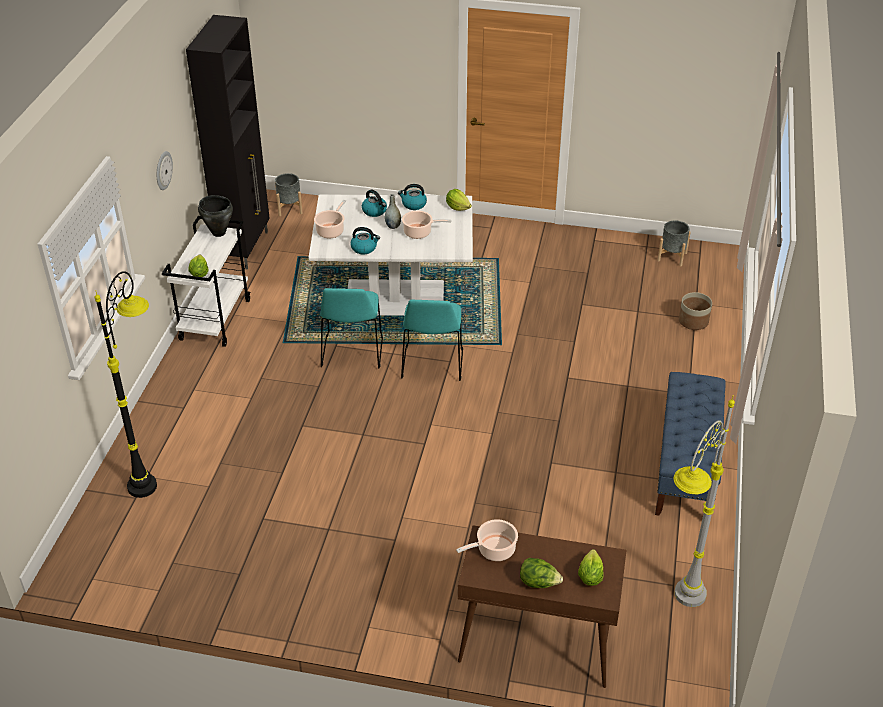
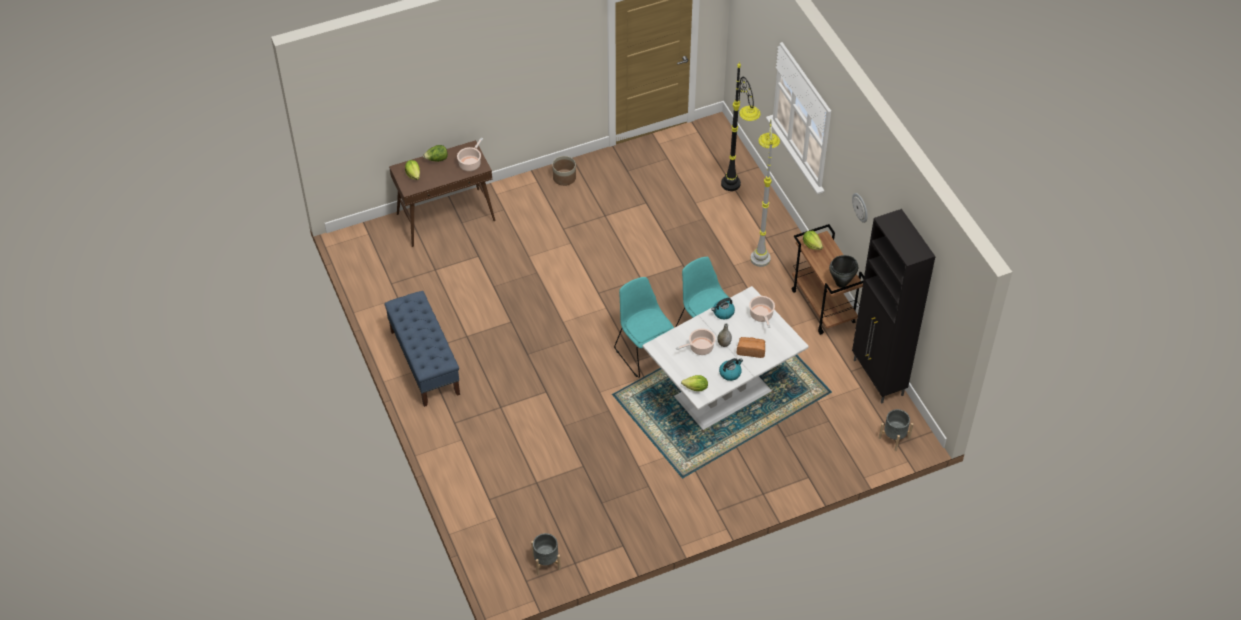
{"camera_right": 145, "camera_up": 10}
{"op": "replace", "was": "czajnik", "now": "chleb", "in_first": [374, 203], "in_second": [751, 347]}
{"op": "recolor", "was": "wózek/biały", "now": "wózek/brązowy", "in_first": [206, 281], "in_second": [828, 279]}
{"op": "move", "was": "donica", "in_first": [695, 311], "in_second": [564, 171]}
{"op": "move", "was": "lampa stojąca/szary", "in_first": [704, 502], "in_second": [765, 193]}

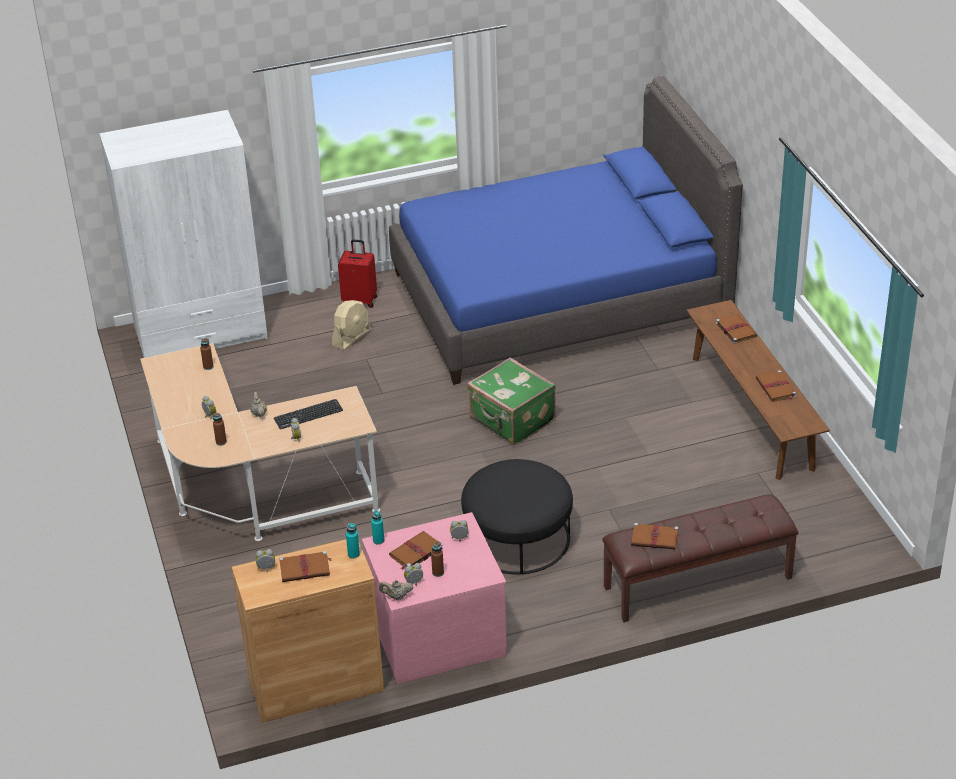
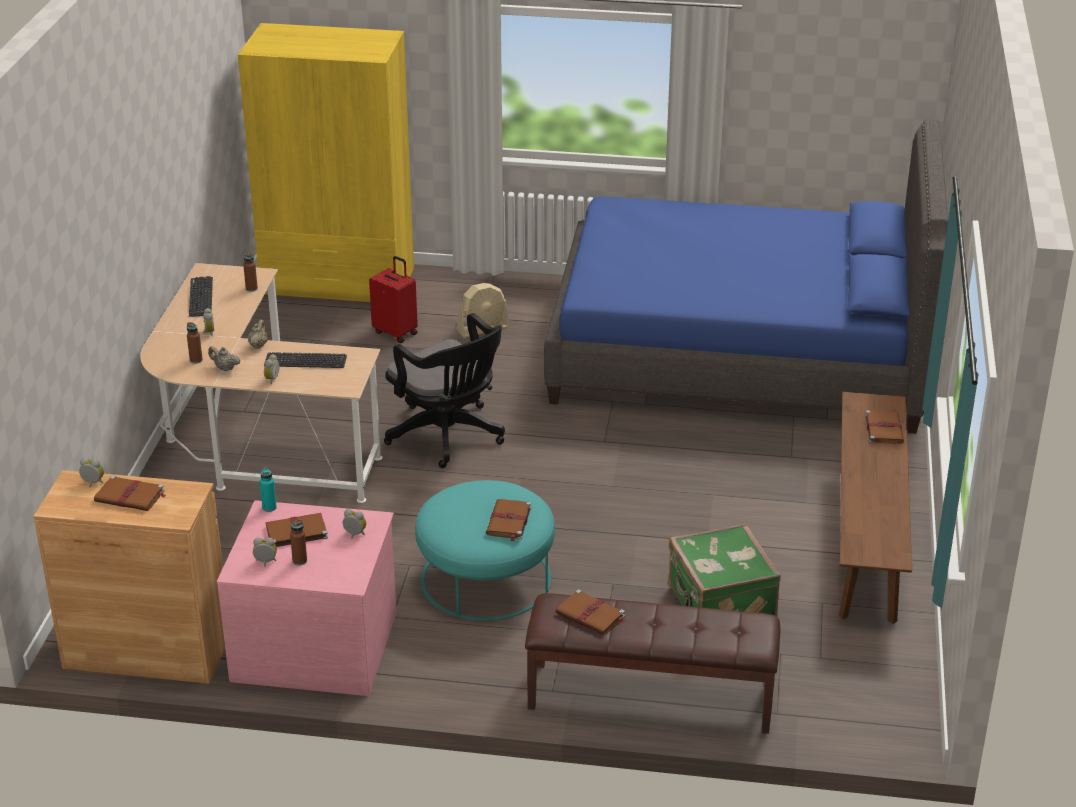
{"camera_right": 25, "camera_up": -5}
{"op": "recolor", "was": "szafa/biały", "now": "szafa/żółty", "in_first": [183, 234], "in_second": [326, 162]}
{"op": "move", "was": "walizka/czerwony", "in_first": [358, 273], "in_second": [393, 299]}
{"op": "move", "was": "walizka/zielony", "in_first": [511, 401], "in_second": [724, 570]}
{"op": "move", "was": "książka/brązowy", "in_first": [776, 386], "in_second": [509, 520]}
{"op": "recolor", "was": "pufa/czarny", "now": "pufa/turkusowy", "in_first": [517, 516], "in_second": [485, 550]}
{"op": "delete", "was": "butelka/turkusowy", "in_first": [353, 540]}
{"op": "move", "was": "imbryk/beżowy", "in_first": [396, 590], "in_second": [224, 358]}
{"op": "insert", "now": "klawiatura", "in_second": [201, 296]}
{"op": "insert", "now": "krzesło biurowe/czarny", "in_second": [444, 390]}

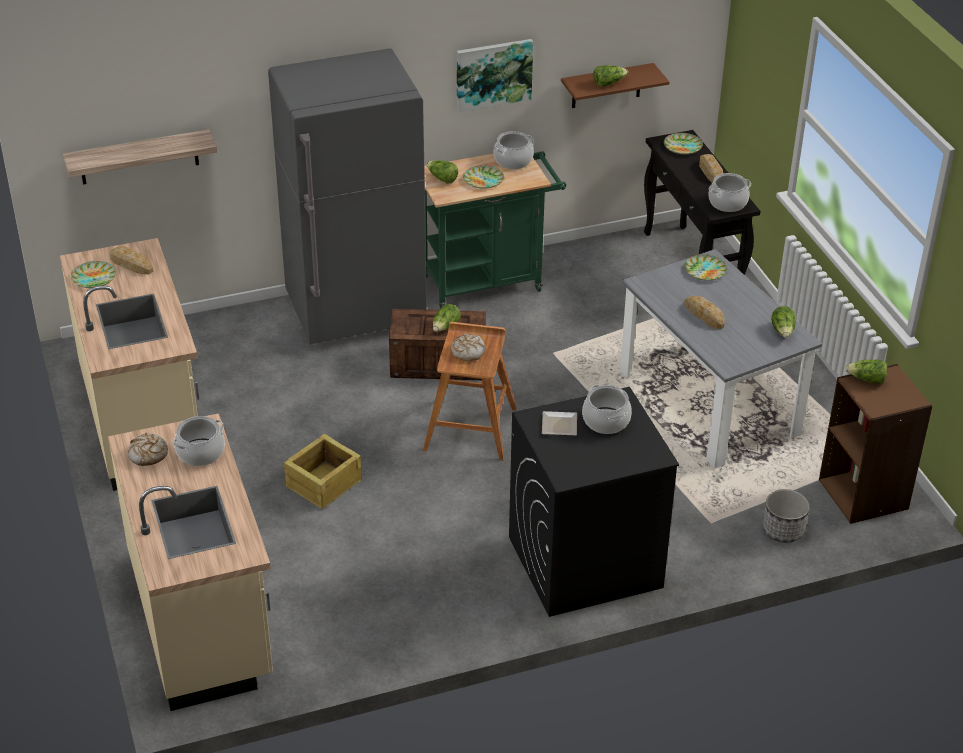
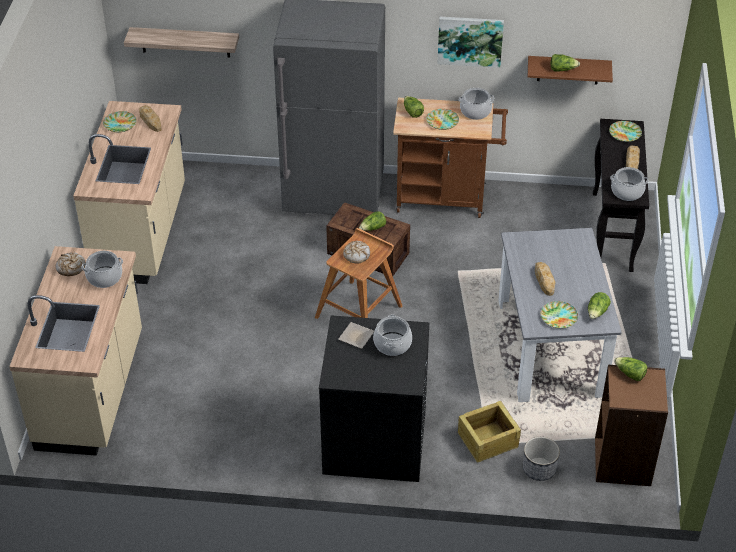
{"camera_right": 25, "camera_up": 5}
{"op": "recolor", "was": "wózek/zielony", "now": "wózek/brązowy", "in_first": [495, 230], "in_second": [450, 158]}
{"op": "move", "was": "talerz", "in_first": [706, 267], "in_second": [559, 315]}
{"op": "move", "was": "skrzynka", "in_first": [322, 471], "in_second": [489, 431]}

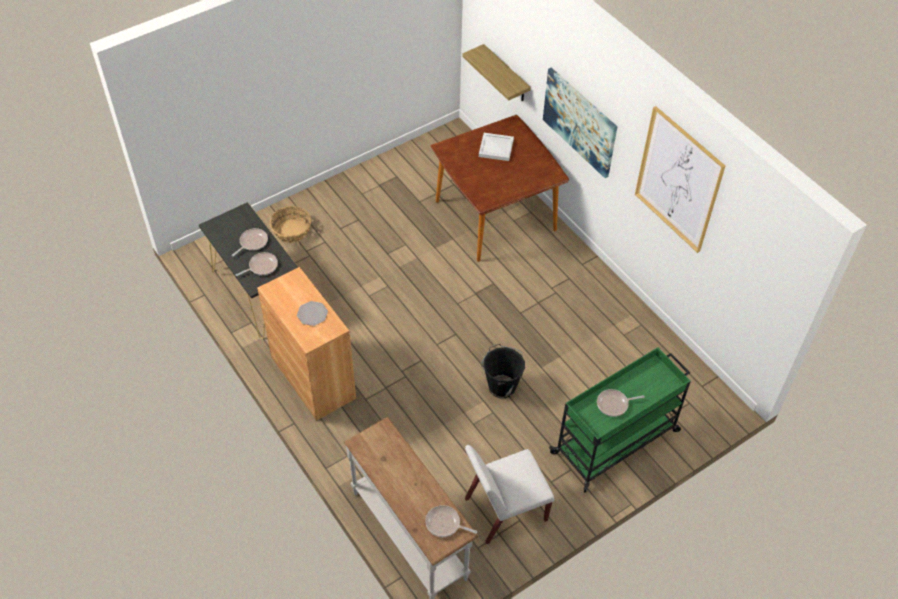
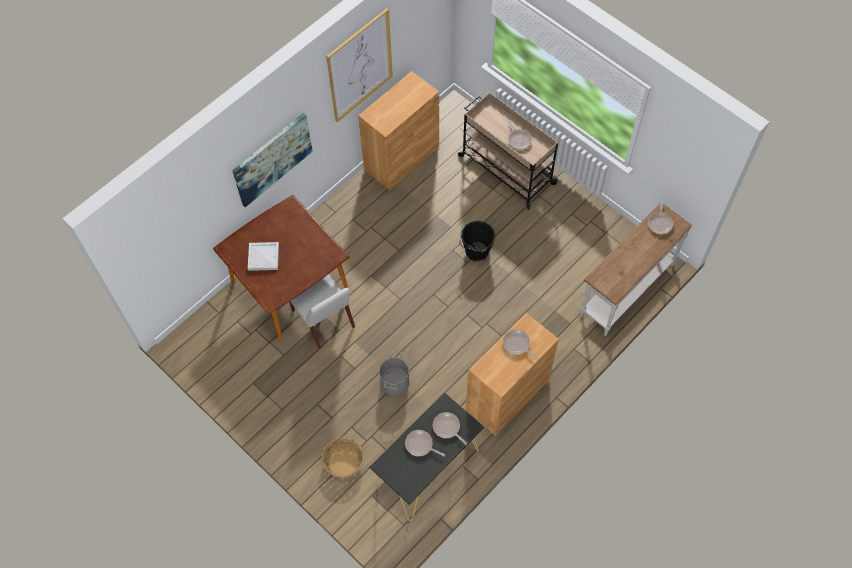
{"camera_right": -100, "camera_up": 10}
{"op": "delete", "was": "półka", "in_first": [496, 72]}
{"op": "replace", "was": "talerz", "now": "patelnia", "in_first": [312, 313], "in_second": [520, 344]}
{"op": "recolor", "was": "wózek/zielony", "now": "wózek/beżowy", "in_first": [620, 420], "in_second": [508, 151]}
{"op": "move", "was": "krzesło/biały", "in_first": [509, 494], "in_second": [322, 311]}
{"op": "insert", "now": "szafka/brązowy", "in_second": [398, 130]}
{"op": "insert", "now": "wiadro/szary", "in_second": [394, 373]}

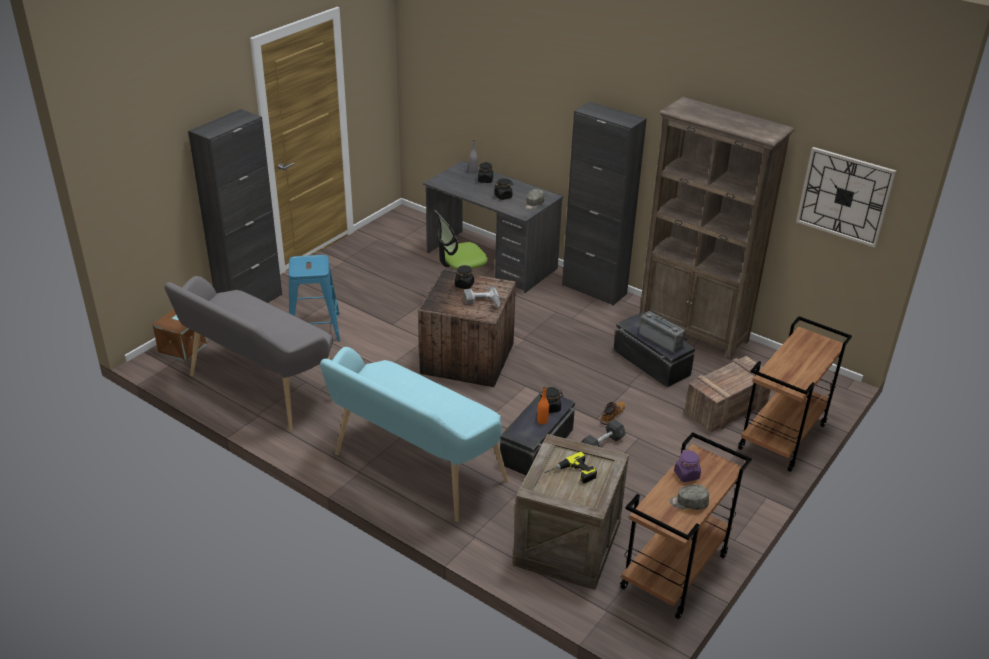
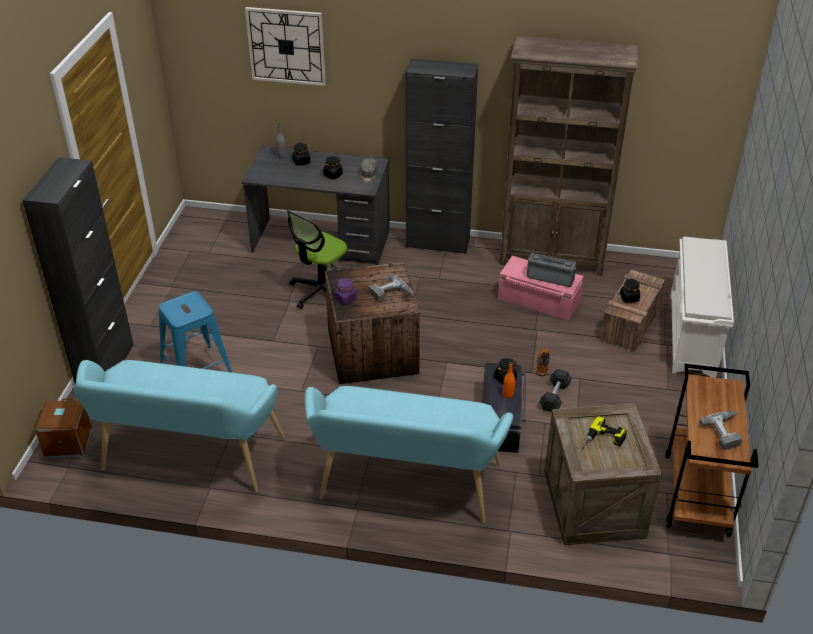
{"camera_right": -25, "camera_up": 5}
{"op": "move", "was": "zegar ścienny", "in_first": [846, 197], "in_second": [285, 46]}
{"op": "move", "was": "słoik/czarny", "in_first": [464, 277], "in_second": [630, 291]}
{"op": "recolor", "was": "ławka/szary", "now": "ławka/turkusowy", "in_first": [248, 354], "in_second": [179, 426]}
{"op": "recolor", "was": "pojemnik do przechowywania/czarny", "now": "pojemnik do przechowywania/różowy", "in_first": [654, 350], "in_second": [541, 288]}
{"op": "replace", "was": "wózek/brązowy", "now": "regał na buty/biały", "in_first": [795, 394], "in_second": [702, 307]}
{"op": "move", "was": "słoik/fioletowy", "in_first": [687, 465], "in_second": [345, 291]}
{"op": "replace", "was": "czapka z daszkiem/szary", "now": "wiertarka", "in_first": [689, 497], "in_second": [721, 430]}

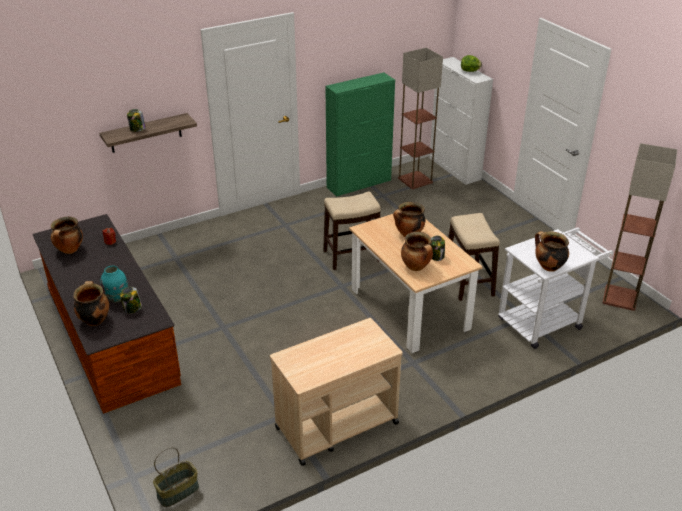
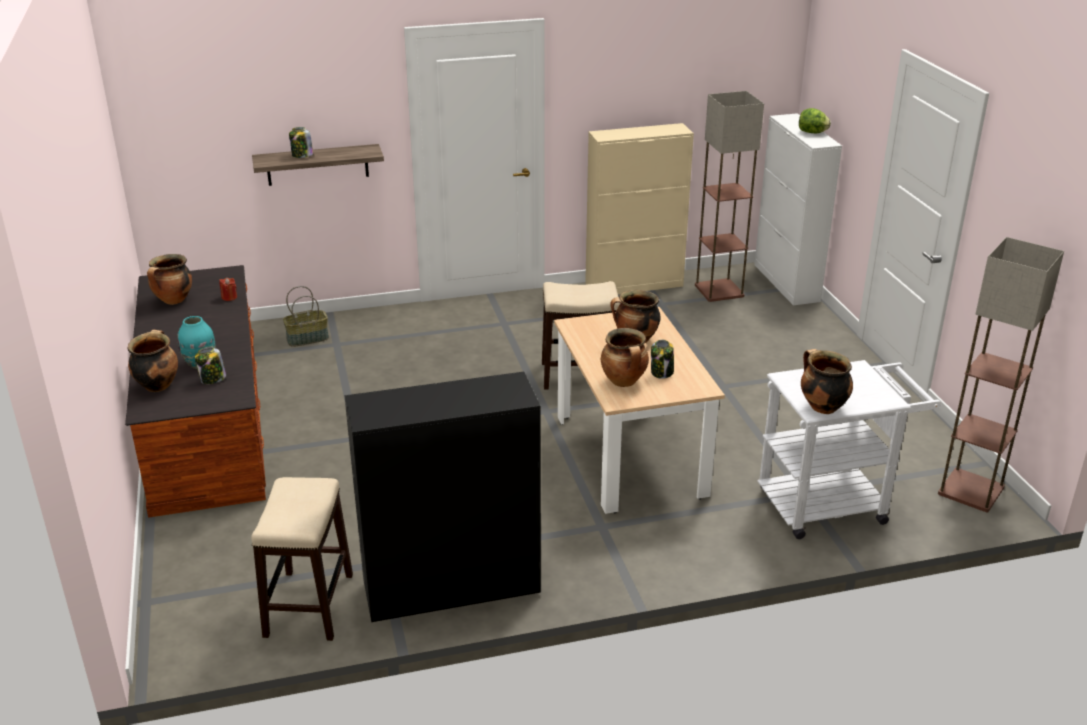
{"camera_right": 15, "camera_up": -5}
{"op": "recolor", "was": "szafka/zielony", "now": "szafka/beżowy", "in_first": [360, 134], "in_second": [639, 208]}
{"op": "move", "was": "stołek", "in_first": [474, 257], "in_second": [302, 559]}
{"op": "replace", "was": "wózek/beżowy", "now": "szafka/czarny", "in_first": [336, 392], "in_second": [443, 497]}
{"op": "move", "was": "koszyk", "in_first": [176, 477], "in_second": [306, 316]}

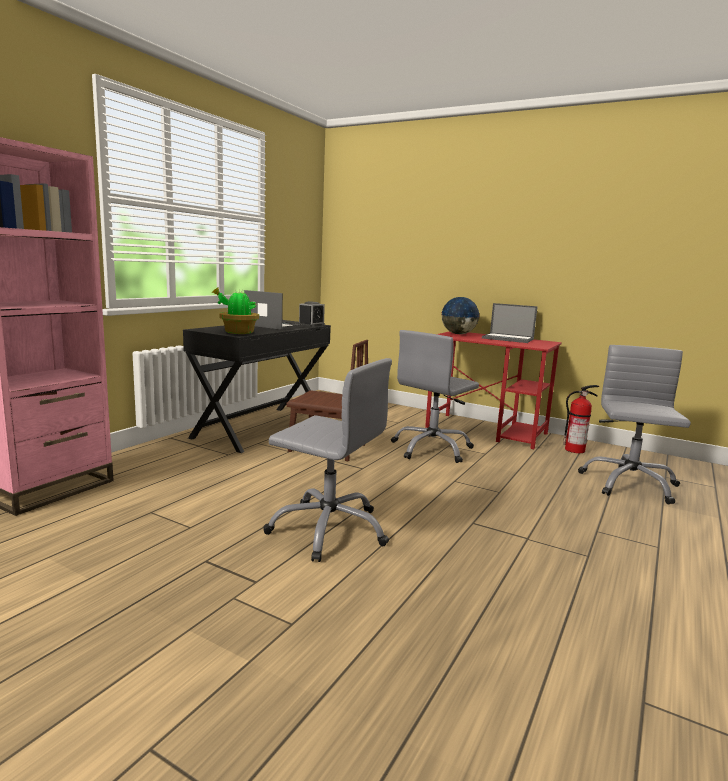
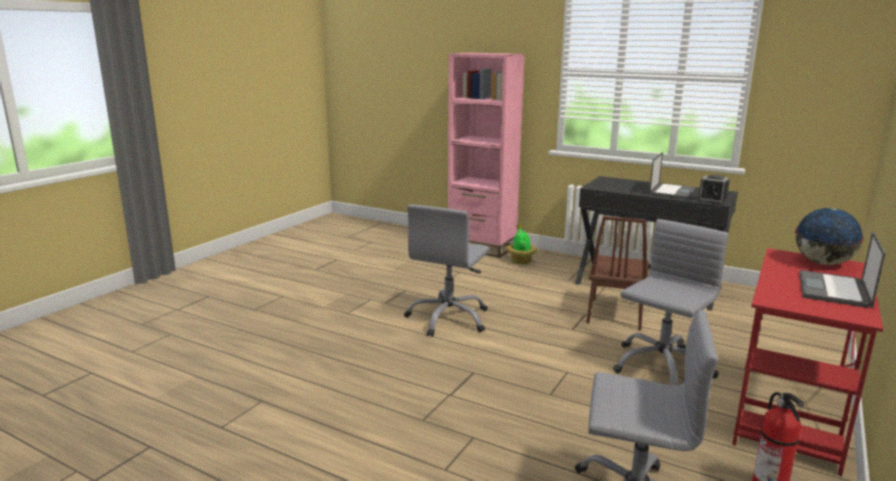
{"camera_right": 90, "camera_up": 5}
{"op": "move", "was": "roślina doniczkowa", "in_first": [235, 310], "in_second": [522, 244]}
{"op": "rotate", "was": "krzesło biurowe/szary", "in_first": [435, 396], "in_second": [671, 302], "clockwise": 90}

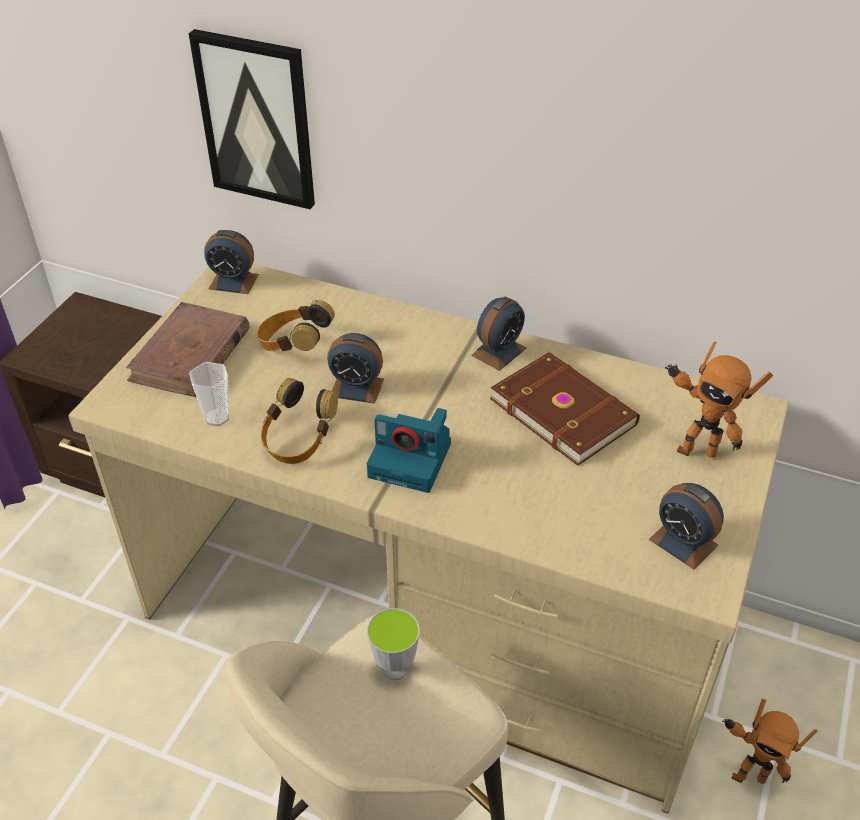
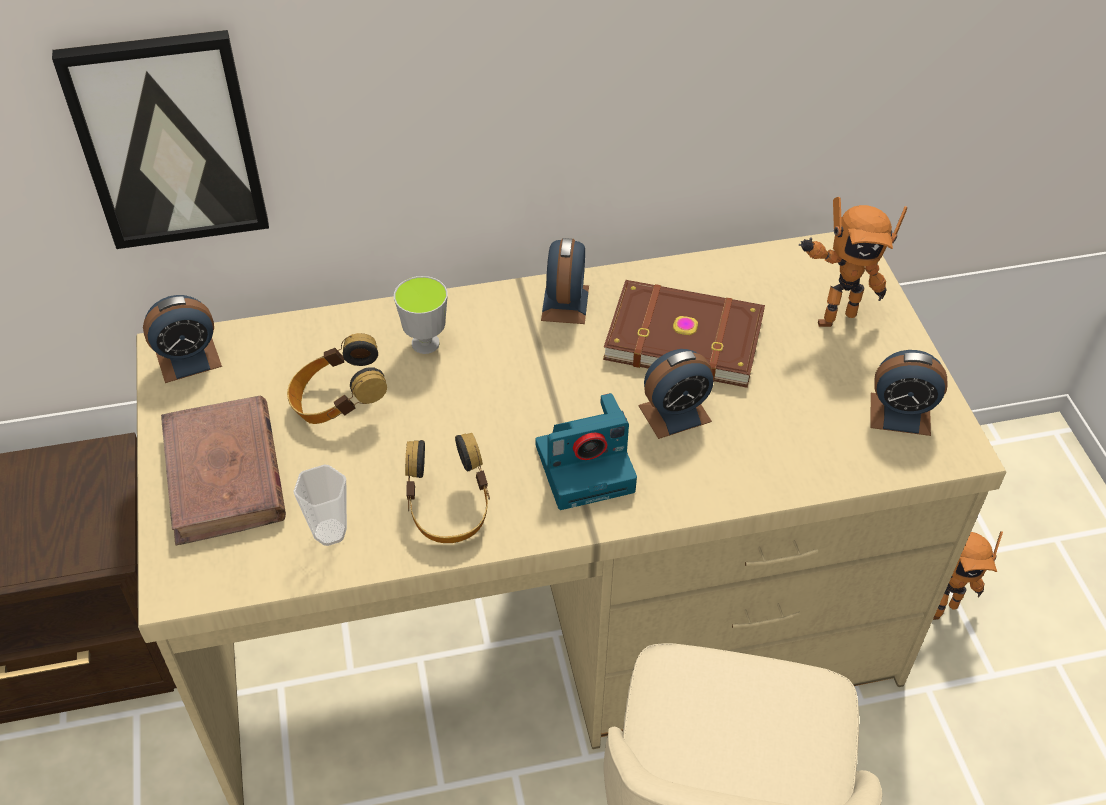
{"camera_right": -35, "camera_up": 5}
{"op": "move", "was": "budzik", "in_first": [355, 368], "in_second": [675, 394]}
{"op": "move", "was": "filiżanka", "in_first": [393, 644], "in_second": [421, 315]}

